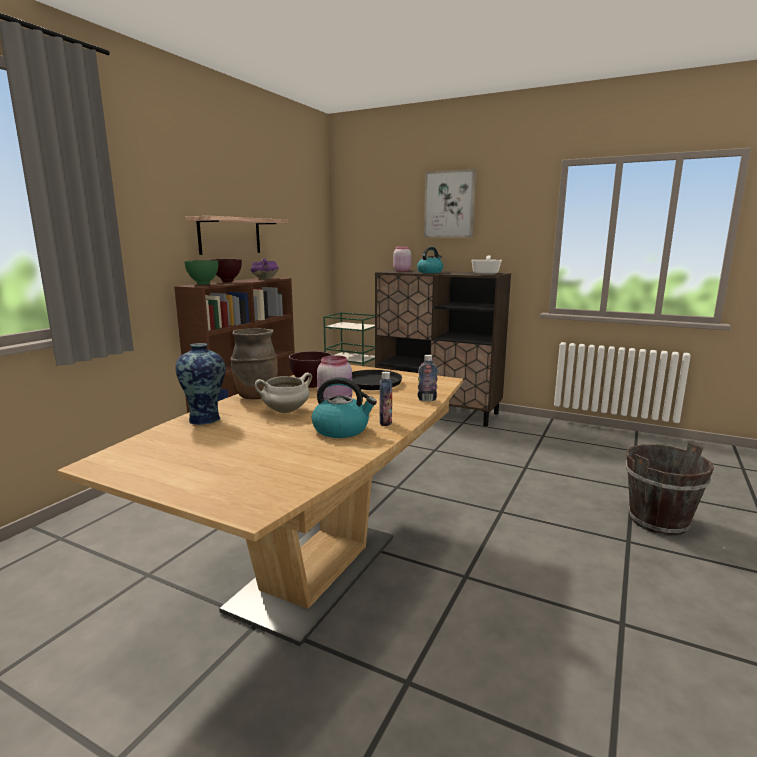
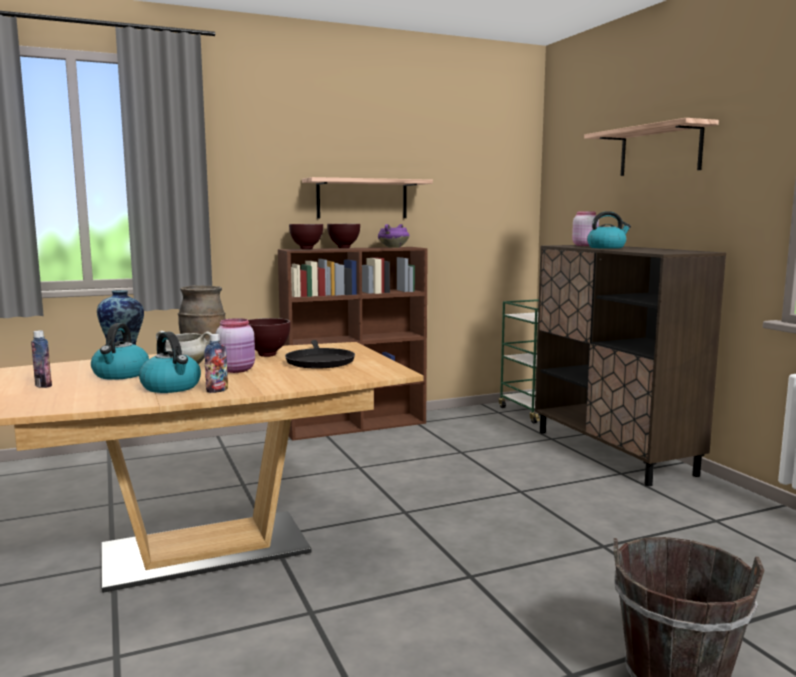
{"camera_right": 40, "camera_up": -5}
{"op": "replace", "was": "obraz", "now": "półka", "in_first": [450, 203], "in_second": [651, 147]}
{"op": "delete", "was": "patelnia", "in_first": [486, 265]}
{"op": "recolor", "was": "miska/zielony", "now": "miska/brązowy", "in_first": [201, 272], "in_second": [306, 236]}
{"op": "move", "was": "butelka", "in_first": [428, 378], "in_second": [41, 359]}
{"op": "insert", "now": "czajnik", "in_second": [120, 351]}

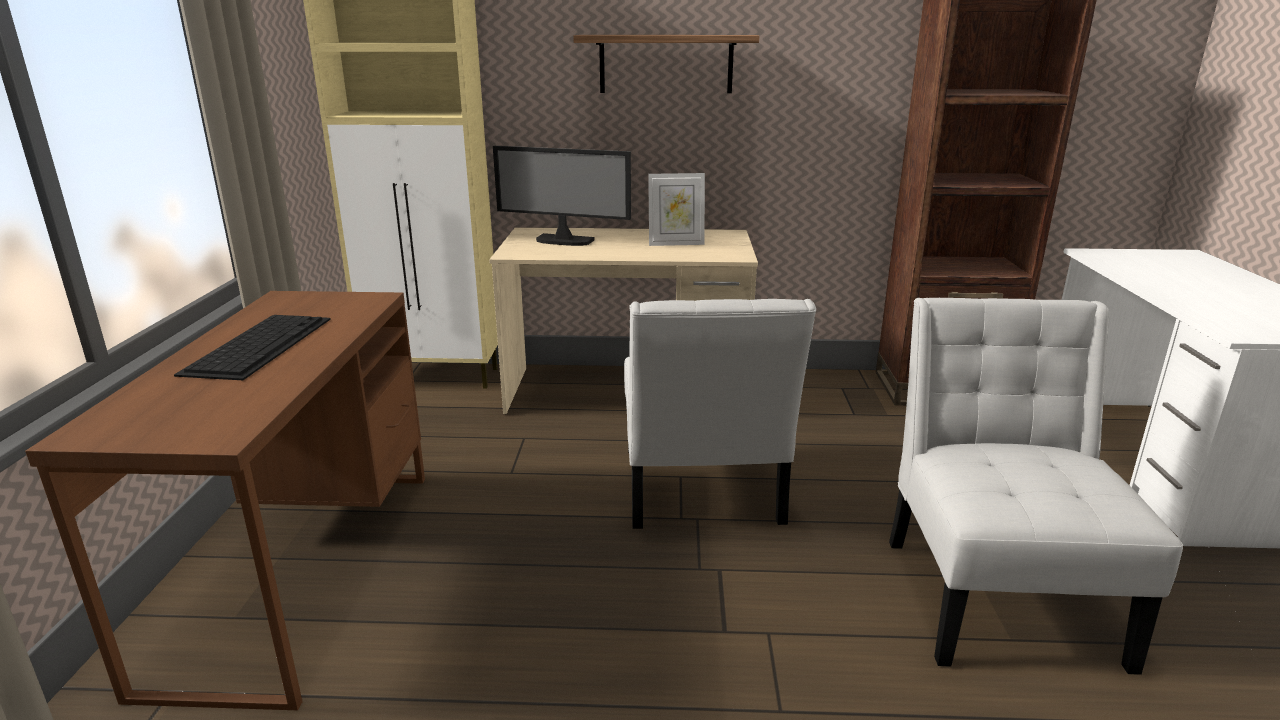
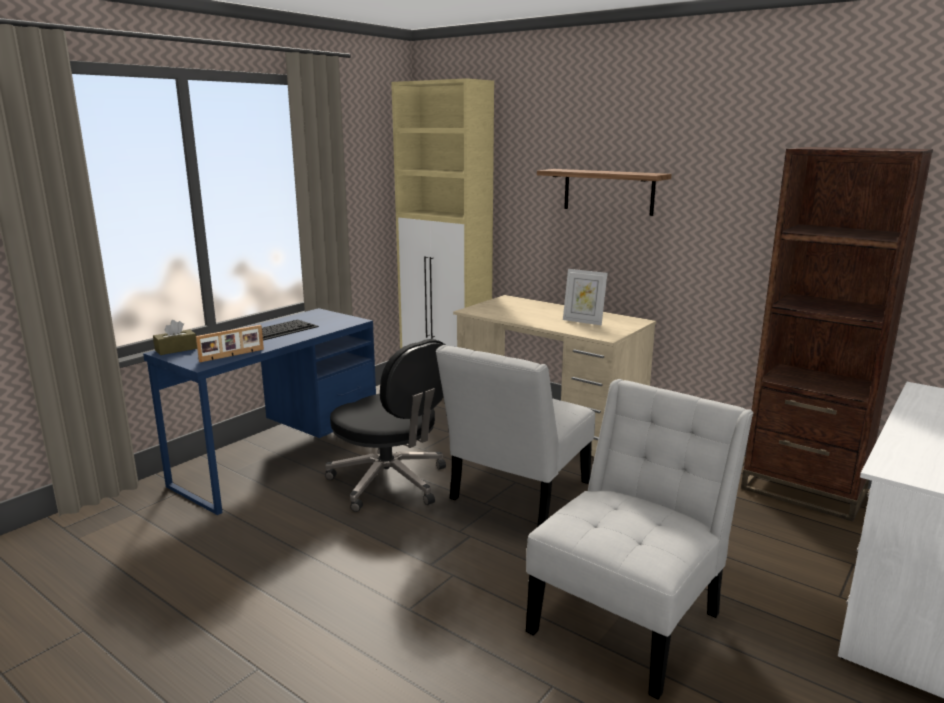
{"camera_right": 35, "camera_up": -5}
{"op": "delete", "was": "monitor", "in_first": [562, 196]}
{"op": "recolor", "was": "biurko/brązowy", "now": "biurko/niebieski", "in_first": [225, 500], "in_second": [259, 411]}
{"op": "insert", "now": "pudełko chusteczek/brązowy", "in_second": [175, 337]}
{"op": "insert", "now": "ramka na zdjęcie", "in_second": [230, 343]}
{"op": "insert", "now": "krzesło biurowe/czarny", "in_second": [385, 425]}

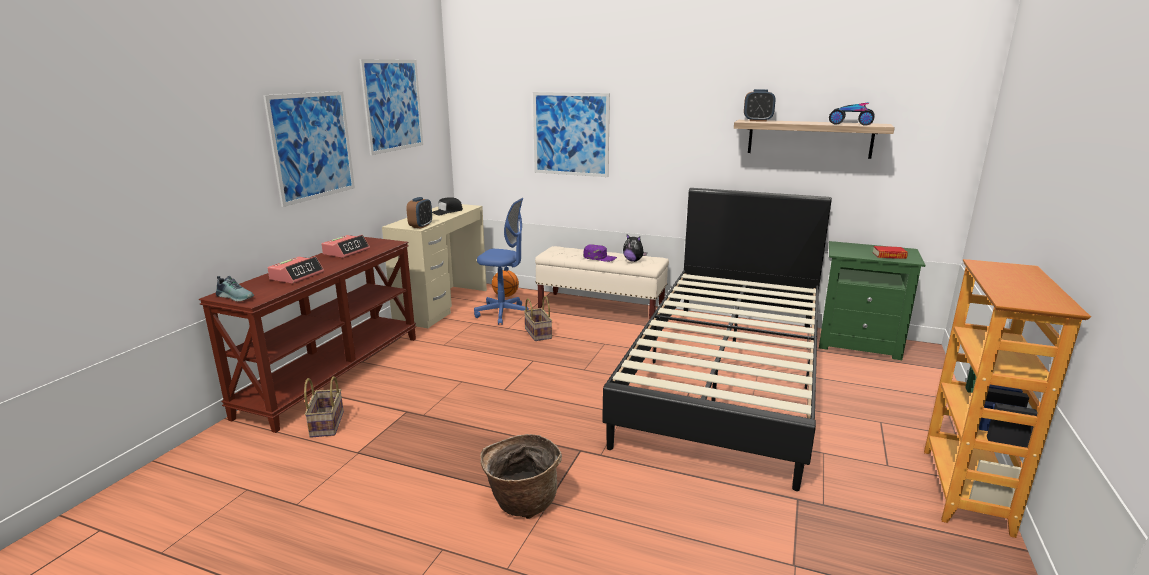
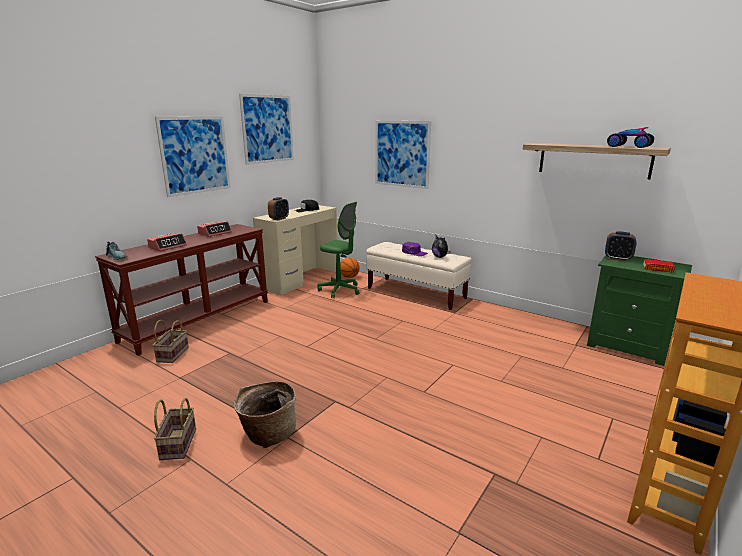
{"camera_right": 15, "camera_up": 0}
{"op": "move", "was": "budzik", "in_first": [759, 105], "in_second": [621, 246]}
{"op": "delete", "was": "łóżko/czarny", "in_first": [717, 339]}
{"op": "recolor", "was": "krzesło biurowe/niebieski", "now": "krzesło biurowe/zielony", "in_first": [501, 261], "in_second": [338, 250]}
{"op": "move", "was": "koszyk", "in_first": [538, 318], "in_second": [175, 429]}

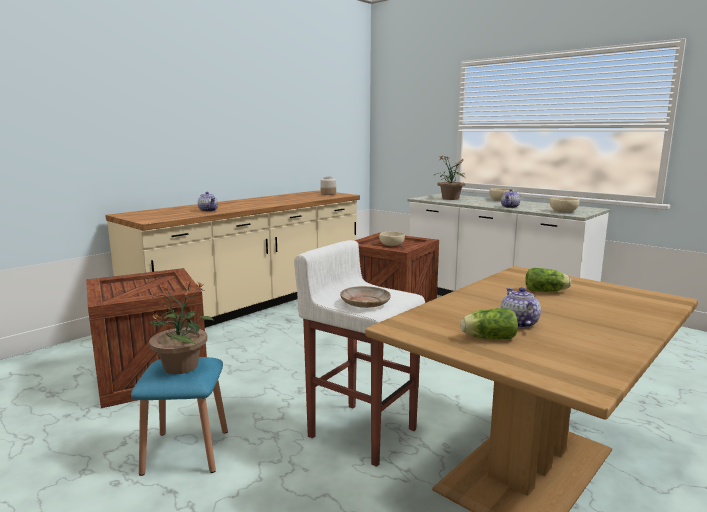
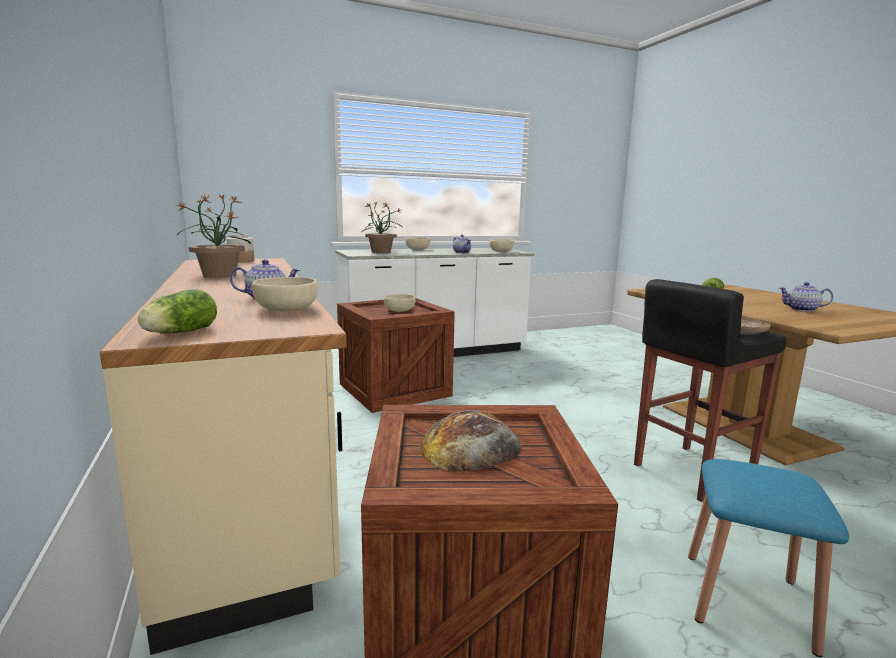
{"camera_right": -65, "camera_up": 0}
{"op": "recolor", "was": "stołek/biały", "now": "stołek/czarny", "in_first": [359, 353], "in_second": [710, 390]}
{"op": "move", "was": "roślina doniczkowa", "in_first": [181, 326], "in_second": [214, 236]}
{"op": "move", "was": "sałata", "in_first": [489, 323], "in_second": [177, 311]}
{"op": "insert", "now": "miska/beżowy", "in_second": [285, 294]}
{"op": "insert", "now": "chleb", "in_second": [470, 441]}

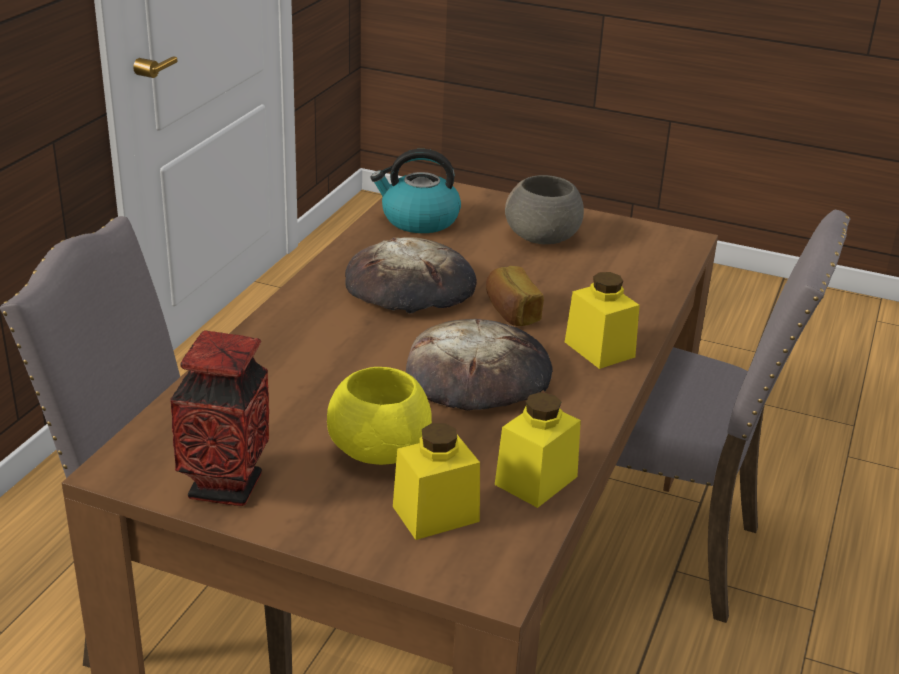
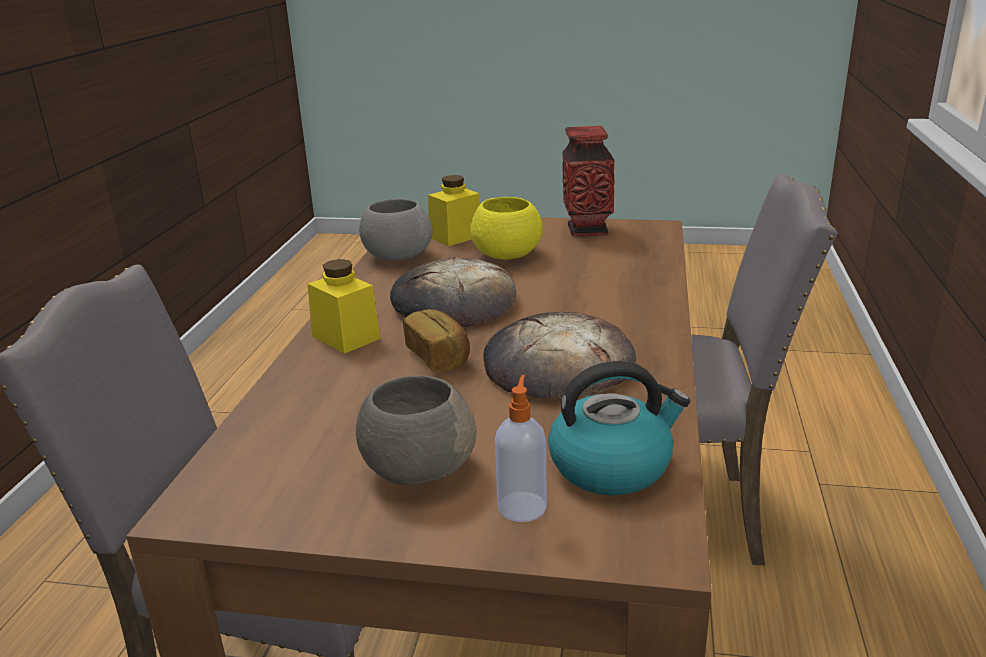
{"camera_right": 170, "camera_up": -5}
{"op": "replace", "was": "słoik/żółty", "now": "miska/szary", "in_first": [538, 450], "in_second": [396, 230]}
{"op": "insert", "now": "dozownik mydła", "in_second": [521, 448]}

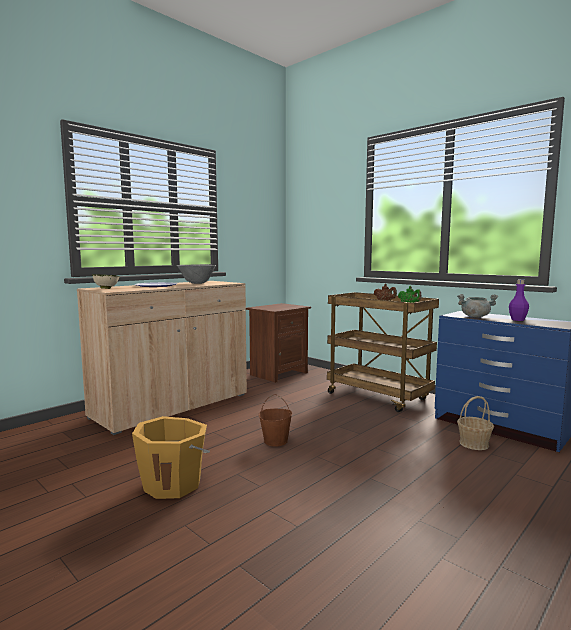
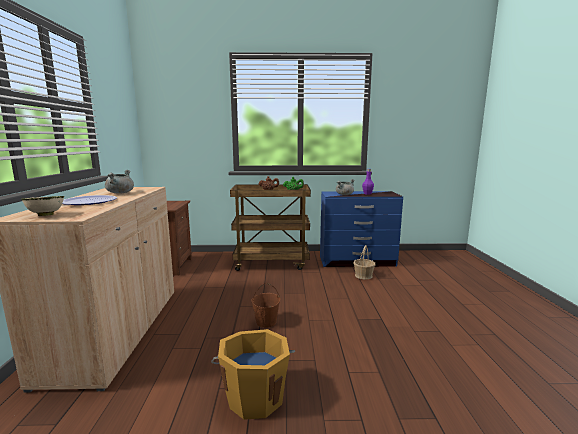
{"camera_right": -45, "camera_up": 5}
{"op": "replace", "was": "miska/szary", "now": "garnek/szary", "in_first": [196, 274], "in_second": [119, 182]}

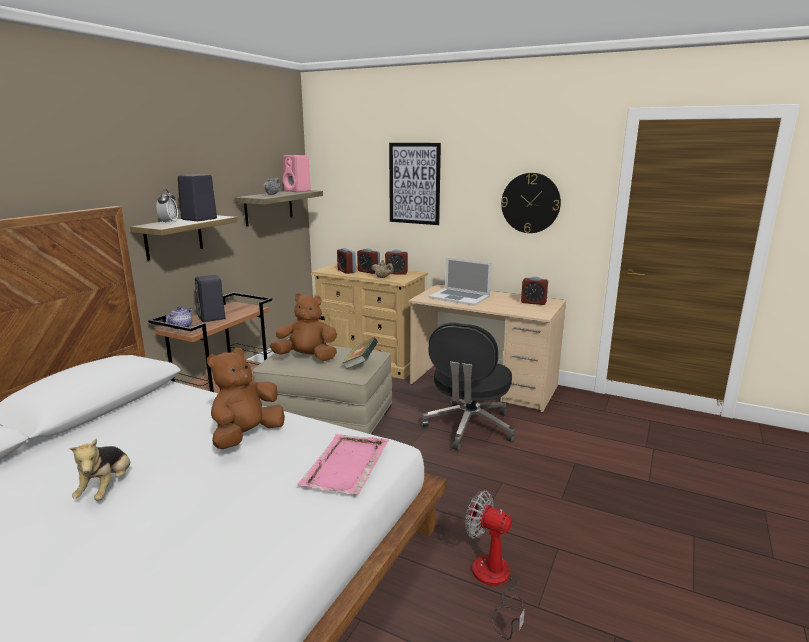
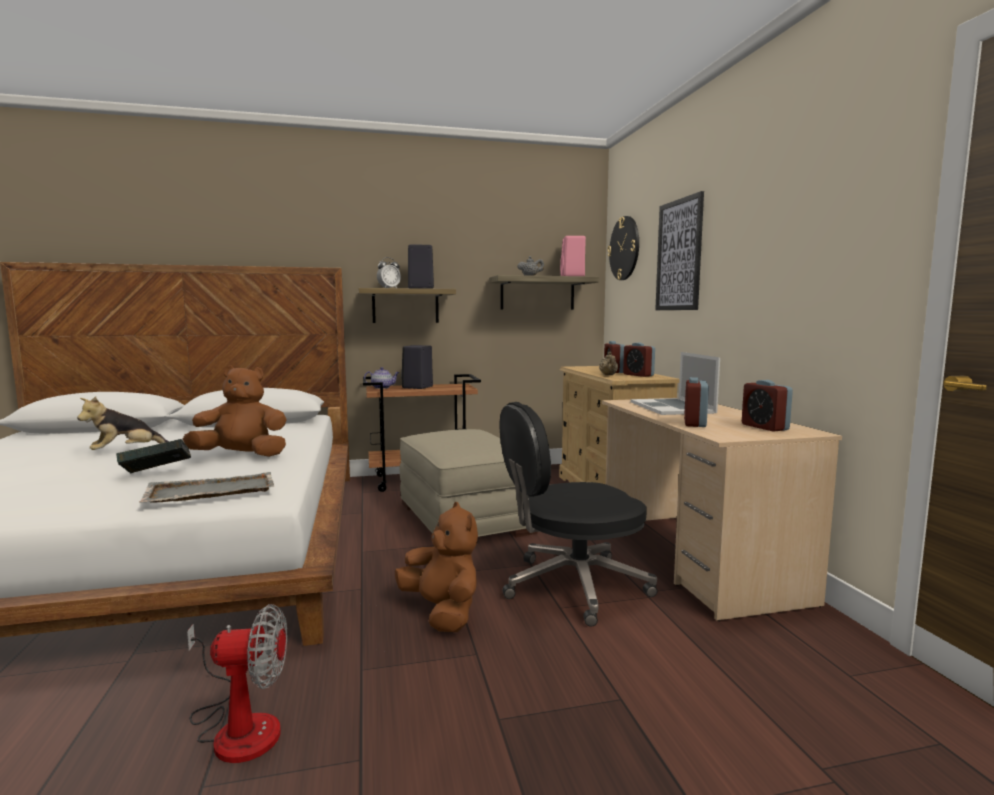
{"camera_right": 50, "camera_up": -10}
{"op": "move", "was": "zegar ścienny", "in_first": [531, 203], "in_second": [623, 248]}
{"op": "move", "was": "budzik", "in_first": [346, 261], "in_second": [696, 402]}
{"op": "move", "was": "pluszak/brązowy", "in_first": [303, 327], "in_second": [436, 567]}
{"op": "move", "was": "książka", "in_first": [360, 353], "in_second": [153, 456]}
{"op": "recolor", "was": "taca/różowy", "now": "taca/szary", "in_first": [343, 464], "in_second": [207, 487]}
{"op": "rotate", "was": "wentylator", "in_first": [495, 565], "in_second": [237, 683], "clockwise": 90}

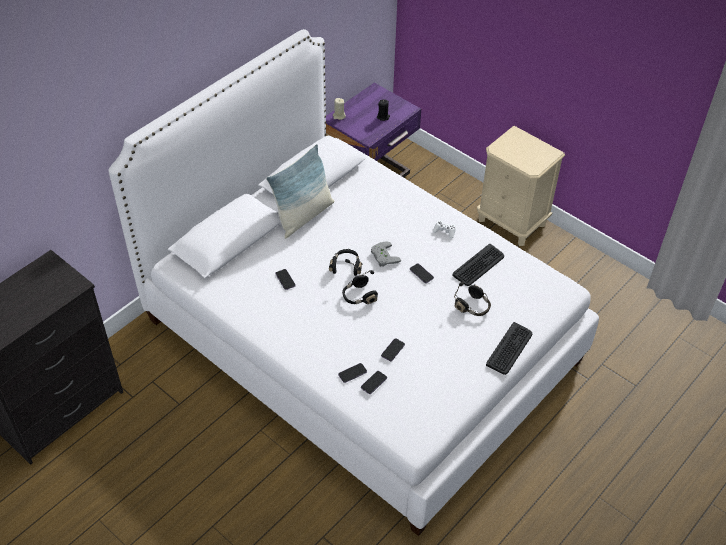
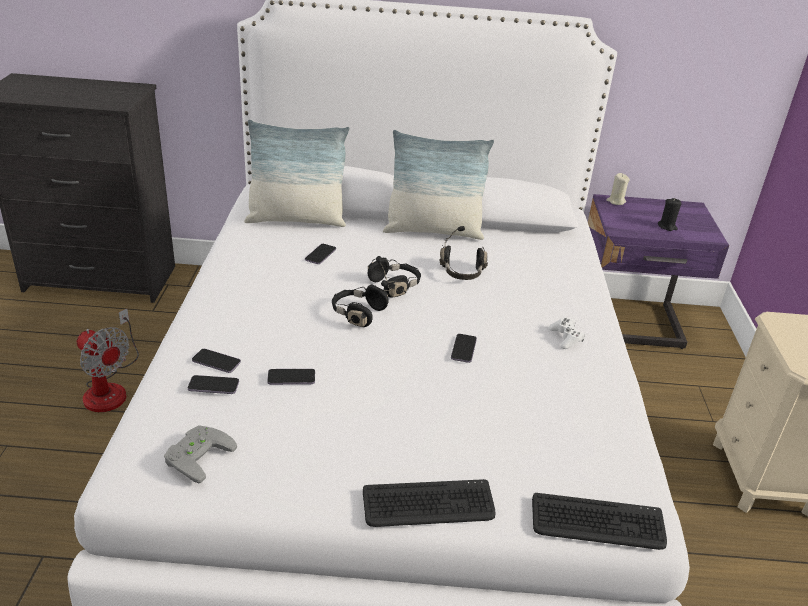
{"camera_right": 50, "camera_up": -15}
{"op": "move", "was": "pad do gier/szary", "in_first": [386, 254], "in_second": [200, 454]}
{"op": "move", "was": "klawiatura", "in_first": [478, 265], "in_second": [599, 521]}
{"op": "move", "was": "słuchawki/czarny", "in_first": [472, 299], "in_second": [463, 253]}
{"op": "insert", "now": "poduszka", "in_second": [296, 173]}
{"op": "insert", "now": "wentylator", "in_second": [108, 360]}

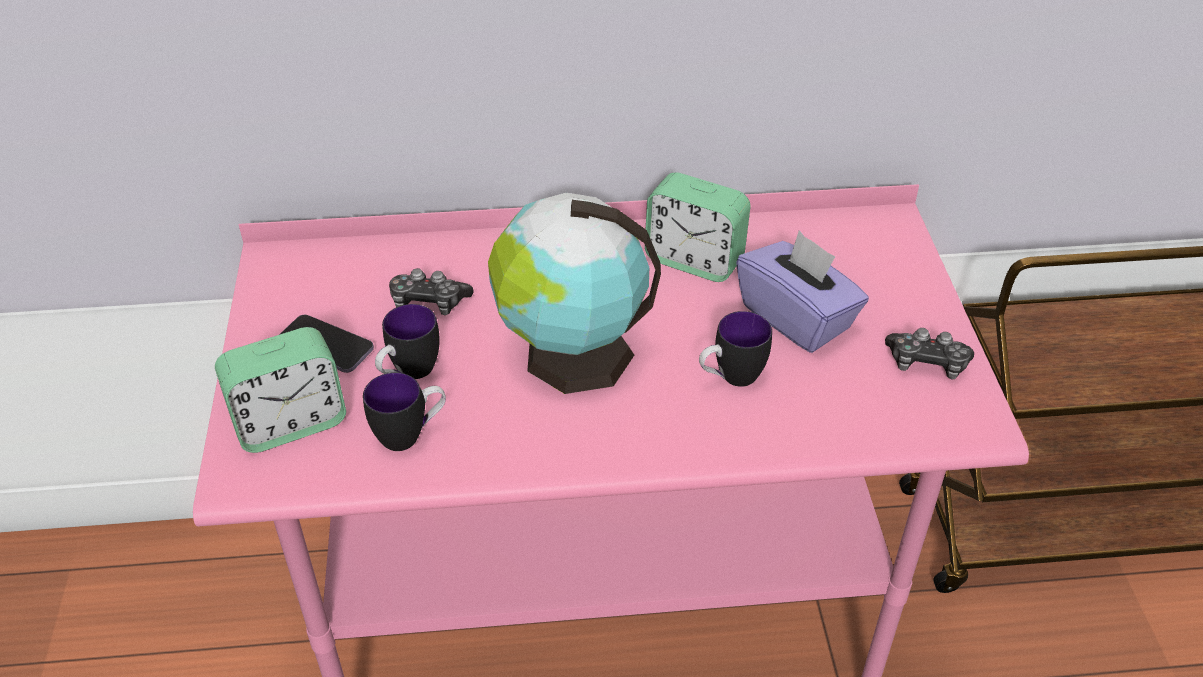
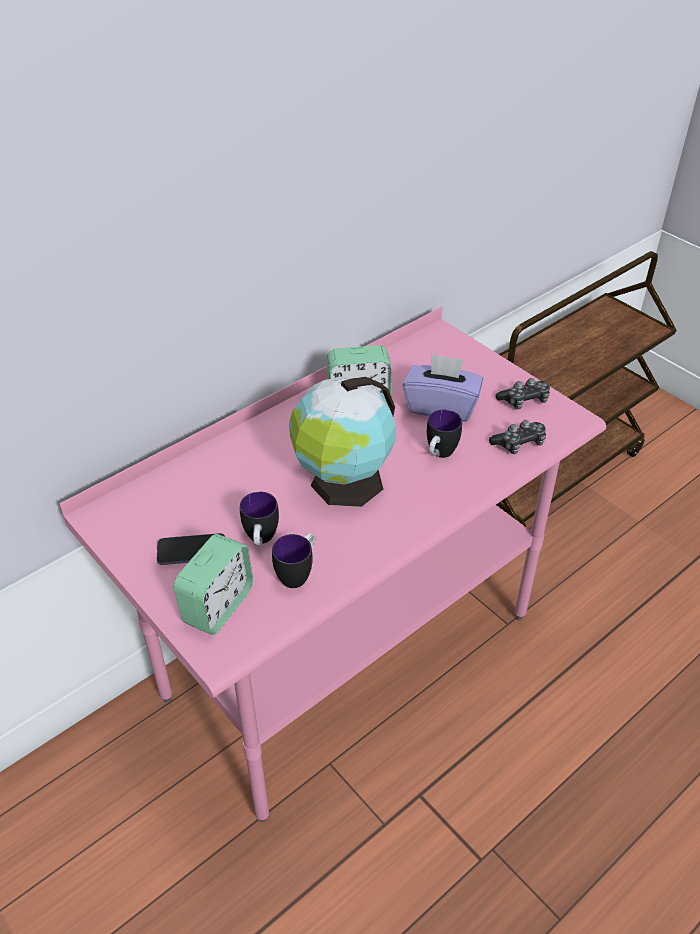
{"camera_right": -35, "camera_up": 0}
{"op": "move", "was": "pad do gier", "in_first": [431, 291], "in_second": [517, 437]}

